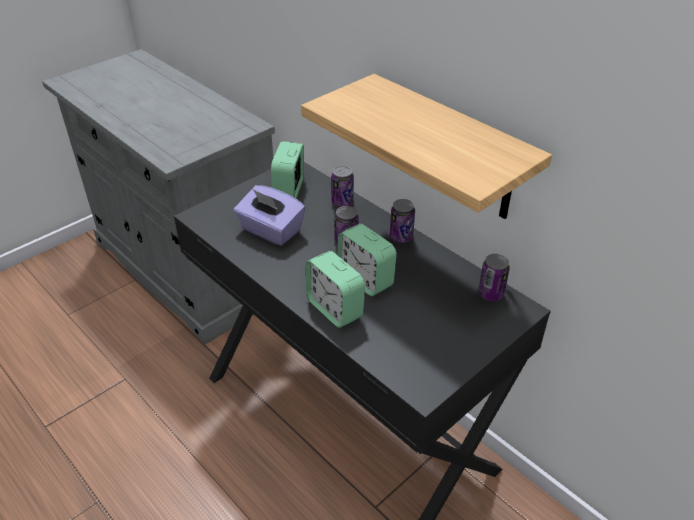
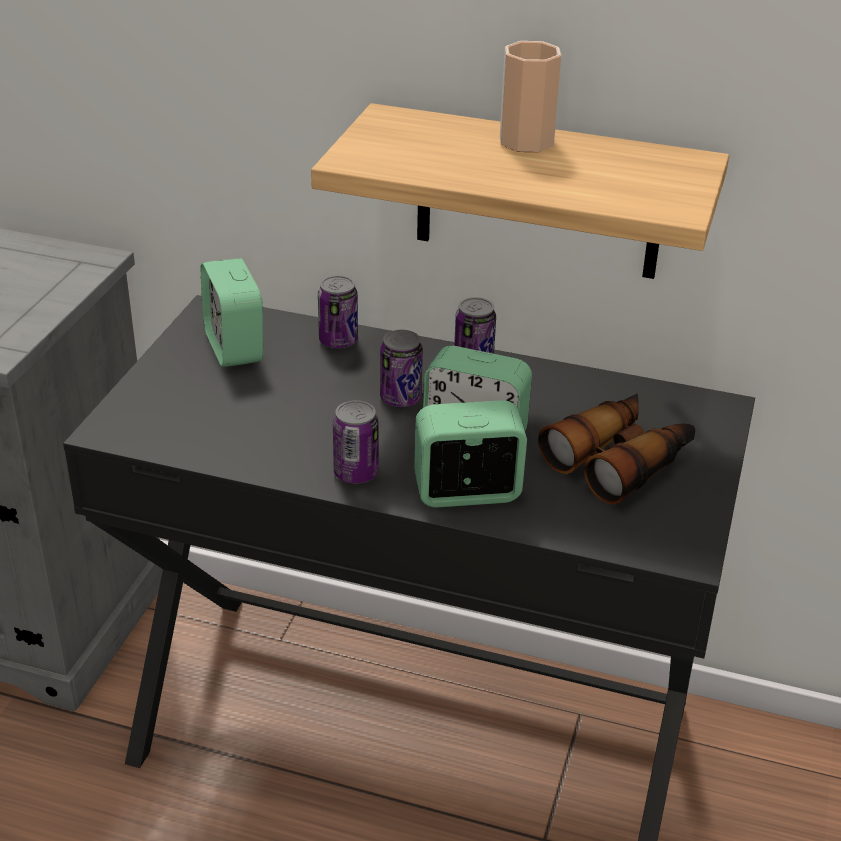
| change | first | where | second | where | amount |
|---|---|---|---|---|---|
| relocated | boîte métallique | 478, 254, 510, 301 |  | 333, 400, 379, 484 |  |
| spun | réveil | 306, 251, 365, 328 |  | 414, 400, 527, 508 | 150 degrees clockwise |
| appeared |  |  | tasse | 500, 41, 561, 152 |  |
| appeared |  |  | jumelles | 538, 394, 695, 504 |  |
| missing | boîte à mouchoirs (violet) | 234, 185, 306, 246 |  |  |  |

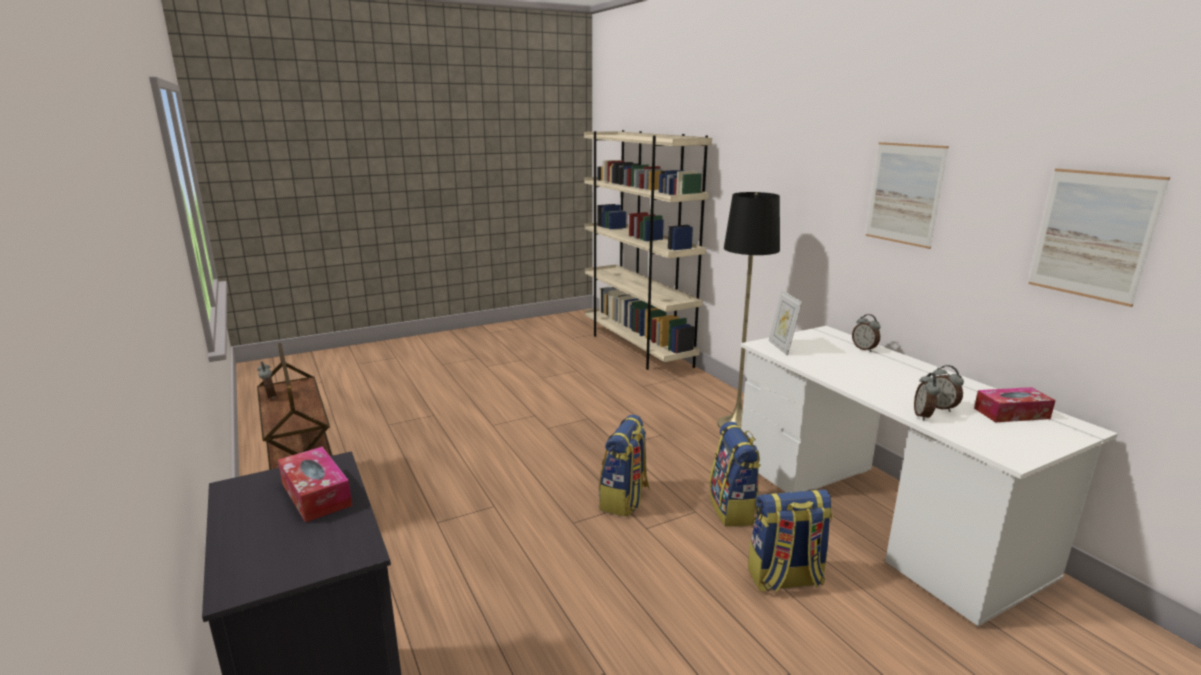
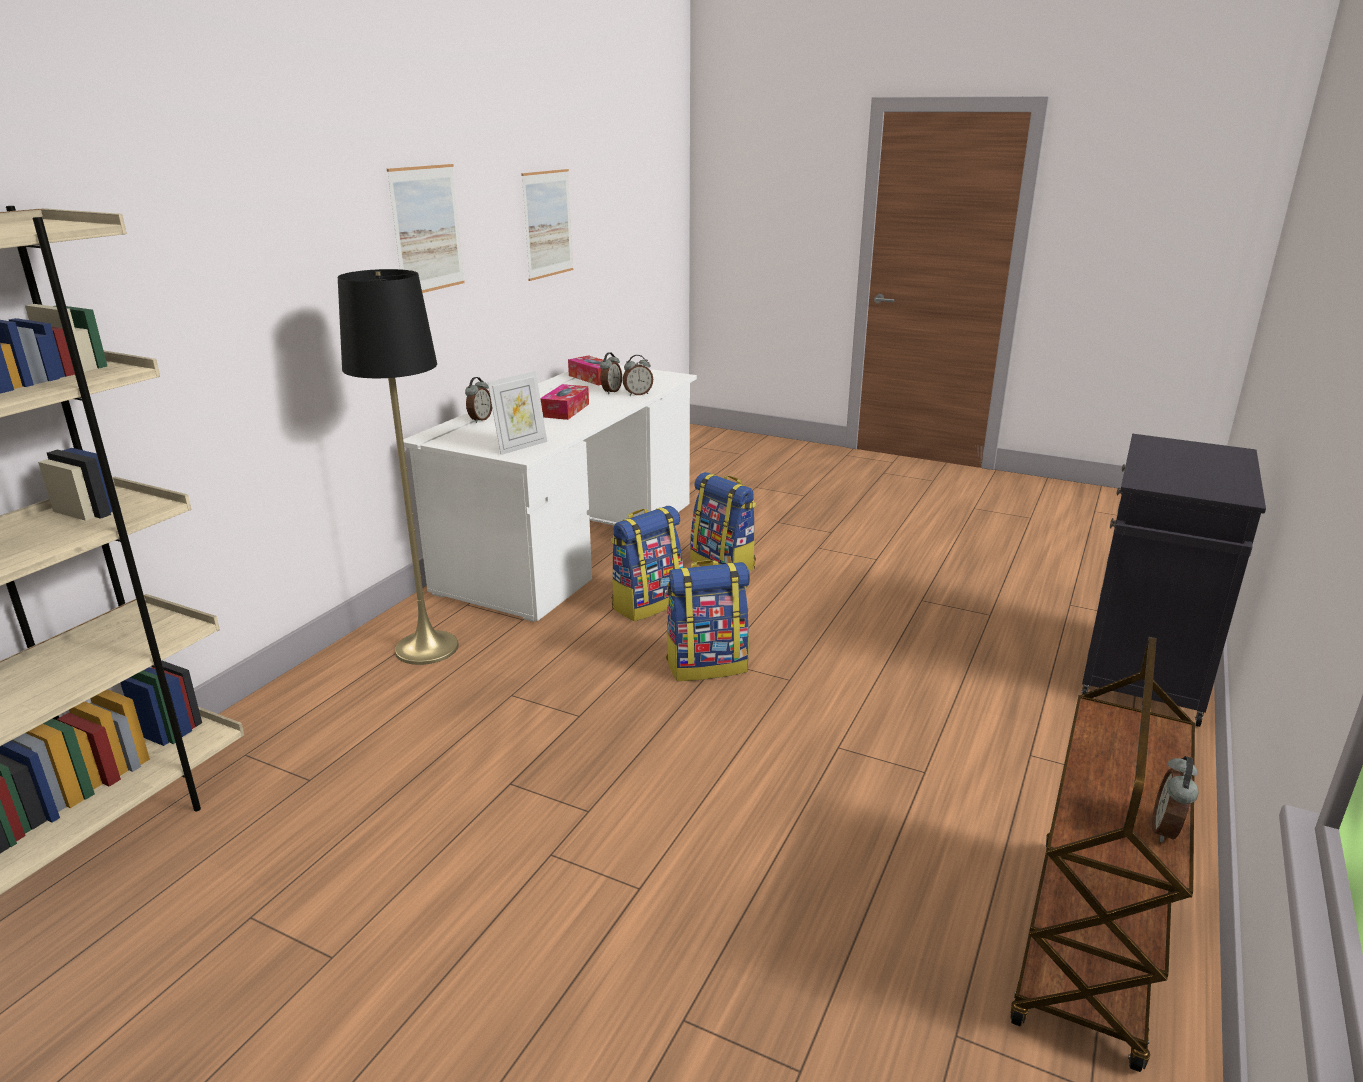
| change | first | where | second | where | amount |
|---|---|---|---|---|---|
| relocated | boîte à mouchoirs | 278, 447, 352, 523 |  | 540, 384, 589, 420 |  |

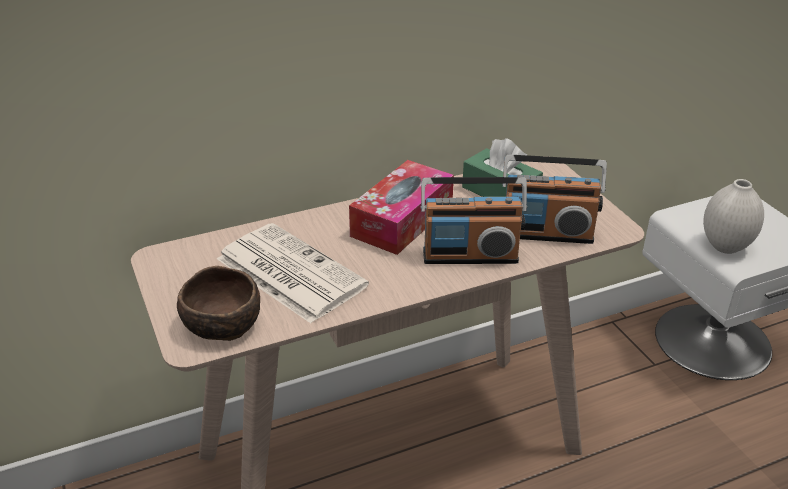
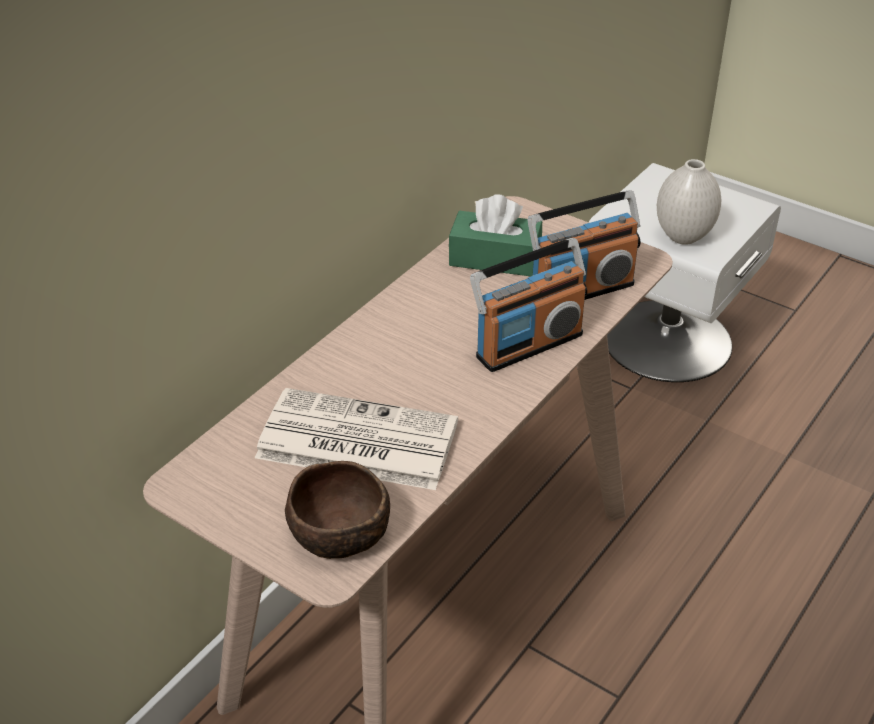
| change | first | where | second | where | amount |
|---|---|---|---|---|---|
| missing | boîte à mouchoirs | 349, 160, 454, 255 |  |  |  |

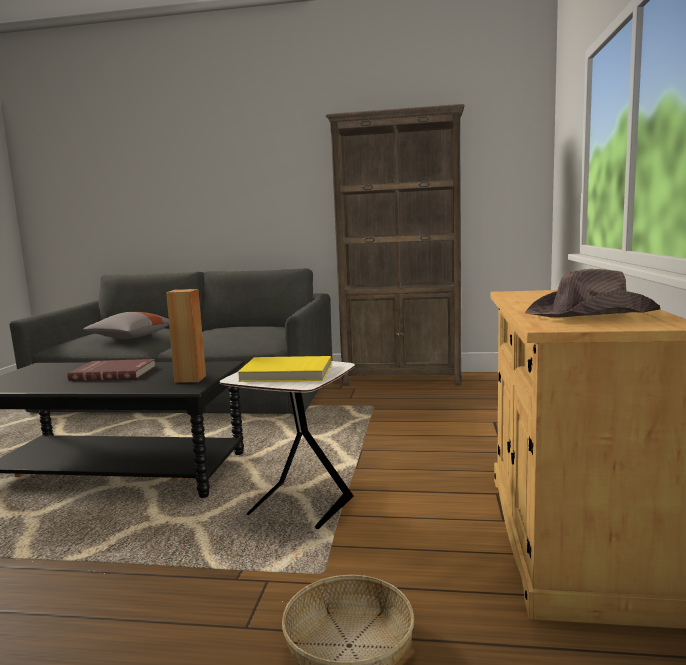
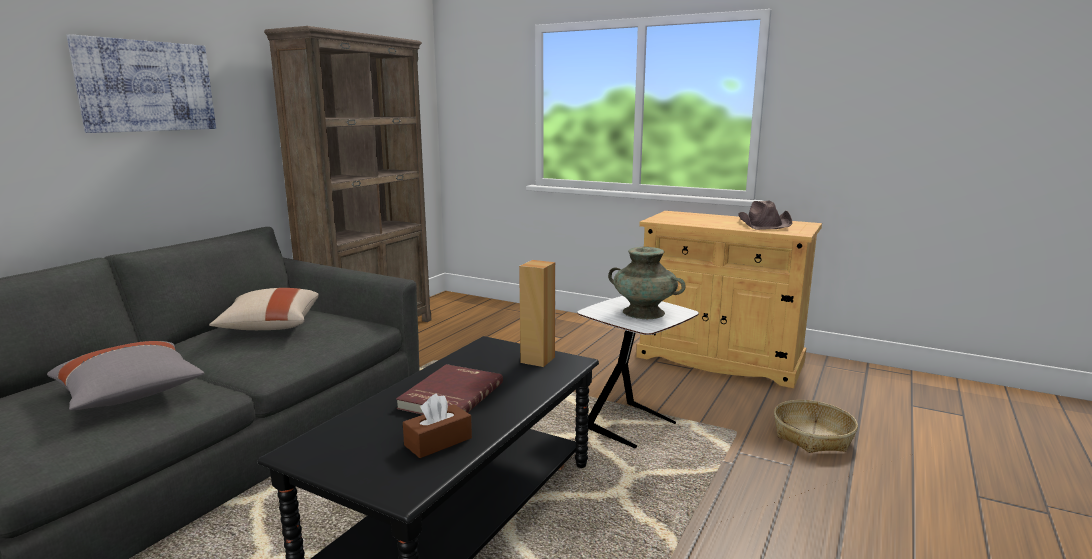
| change | first | where | second | where | amount |
|---|---|---|---|---|---|
| appeared |  |  | tableau | 67, 34, 216, 133 |  |
| appeared |  |  | coussin (beige) | 209, 288, 319, 330 |  |
| appeared |  |  | boîte à mouchoirs (marron) | 403, 393, 472, 458 |  |
| exchanged | livre (jaune) | 238, 356, 332, 382 | vase (turquoise) | 608, 247, 686, 319 |  |

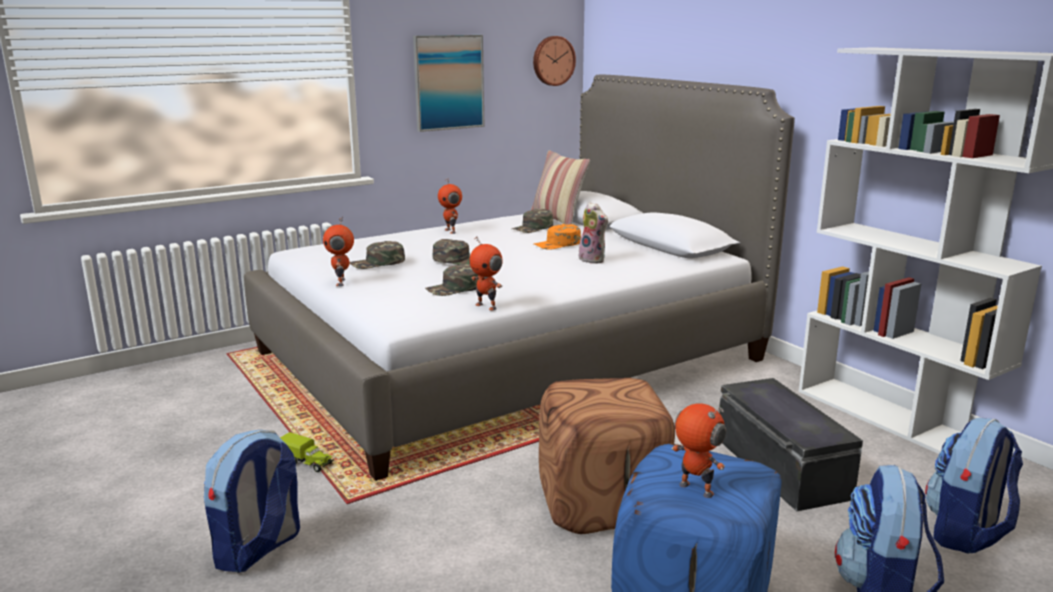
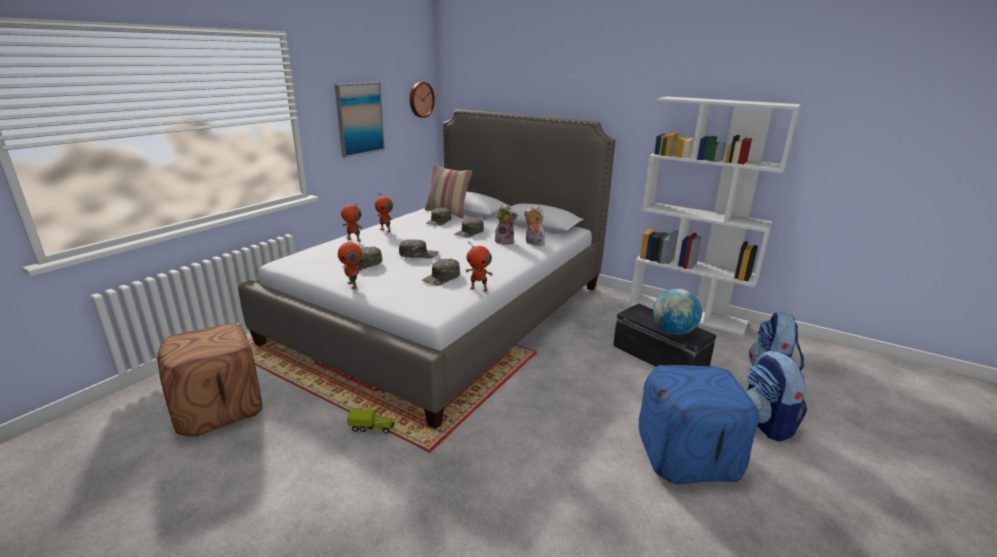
| change | first | where | second | where | amount |
|---|---|---|---|---|---|
| relocated | pouf (marron) | 539, 378, 675, 534 |  | 157, 324, 262, 436 |  |
| relocated | robot jouet | 671, 403, 726, 498 |  | 341, 203, 363, 242 |  |
| colour | casquette (orange) | 534, 224, 581, 250 | casquette (vert) | 455, 218, 484, 237 |  |
| appeared |  |  | peluche | 524, 205, 545, 246 |  |
| appeared |  |  | globe | 653, 288, 702, 335 |  |
| missing | sac à dos | 204, 430, 300, 573 |  |  |  |

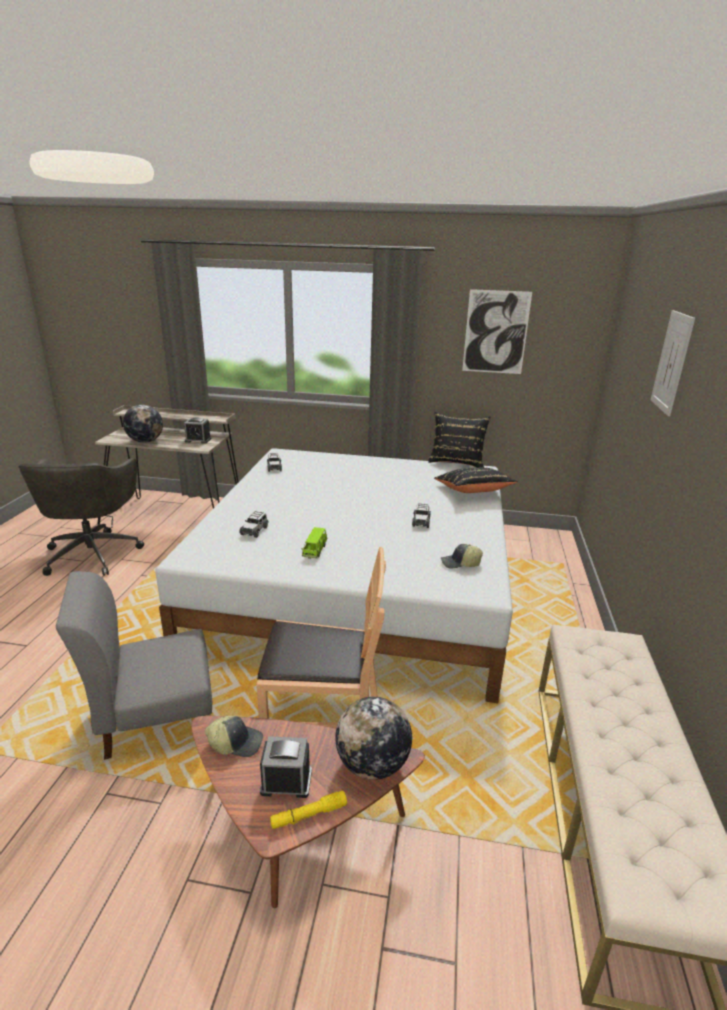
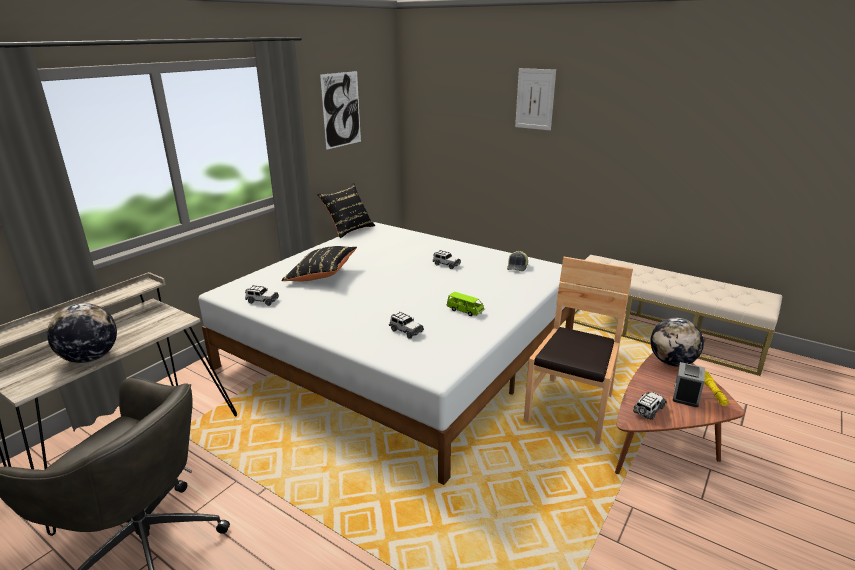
| change | first | where | second | where | amount |
|---|---|---|---|---|---|
| relocated | coussin (noir) | 434, 467, 518, 493 |  | 281, 246, 357, 281 |  |
| exchanged | casquette | 205, 716, 263, 757 | petite voiture | 633, 392, 667, 420 |  |
| missing | chaise (gris) | 56, 571, 212, 760 |  |  |  |
| missing | réveil | 184, 418, 211, 444 |  |  |  |

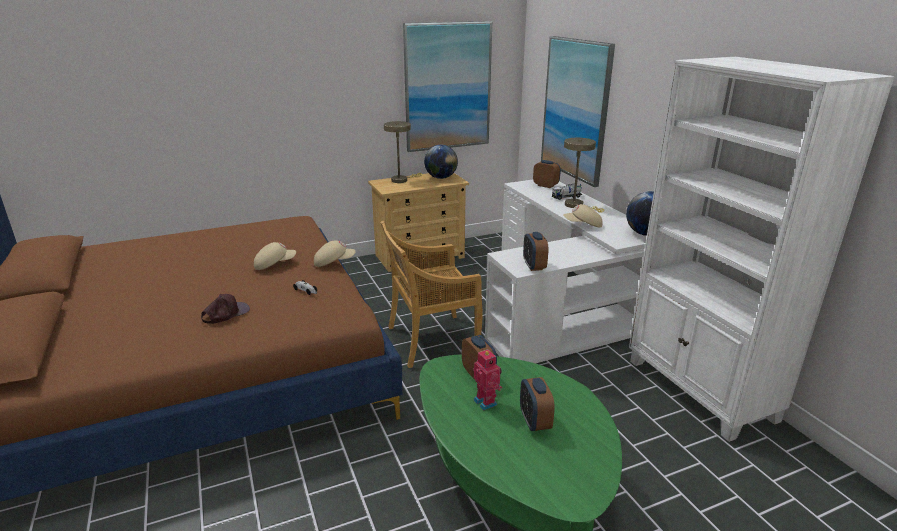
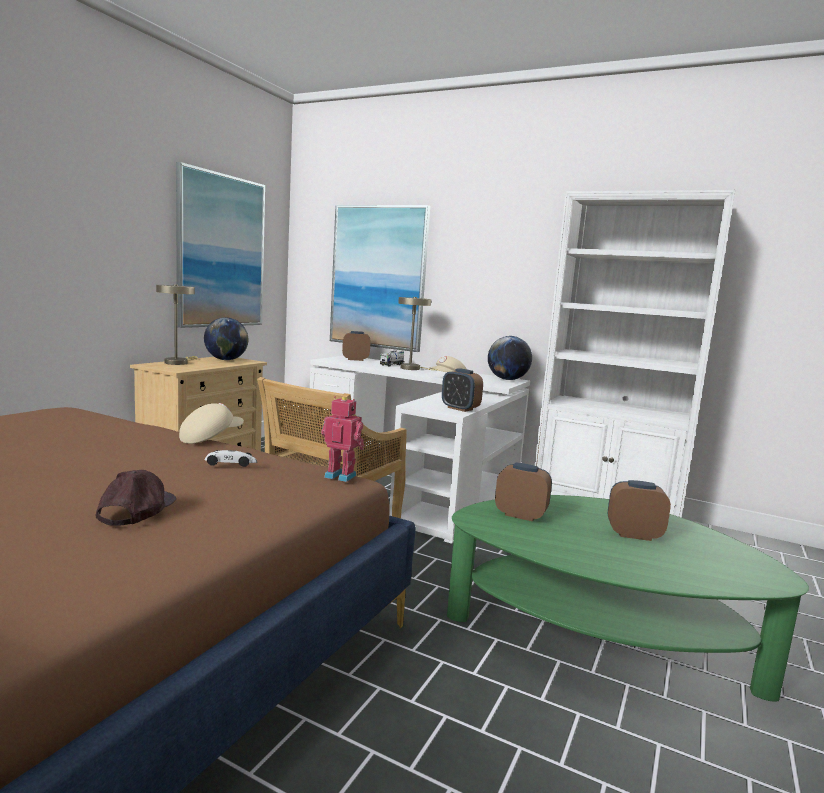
| change | first | where | second | where | amount |
|---|---|---|---|---|---|
| relocated | robot jouet | 473, 348, 502, 411 |  | 321, 396, 365, 482 |  |
| spun | réveil | 520, 377, 555, 431 |  | 608, 480, 671, 541 | 150 degrees clockwise |
| missing | casquette (beige) | 254, 242, 296, 270 |  |  |  |

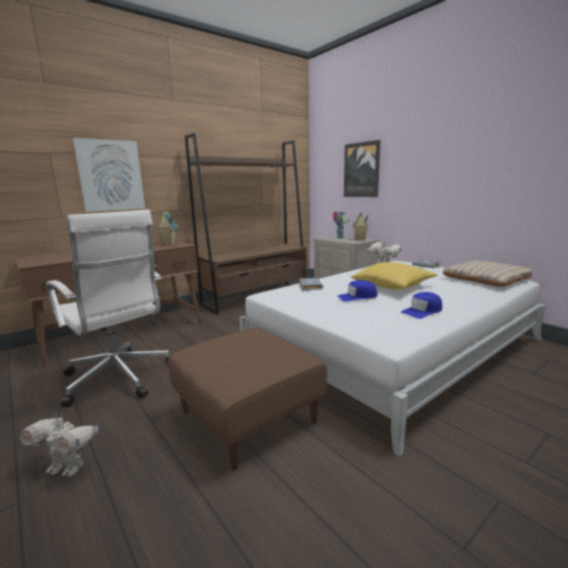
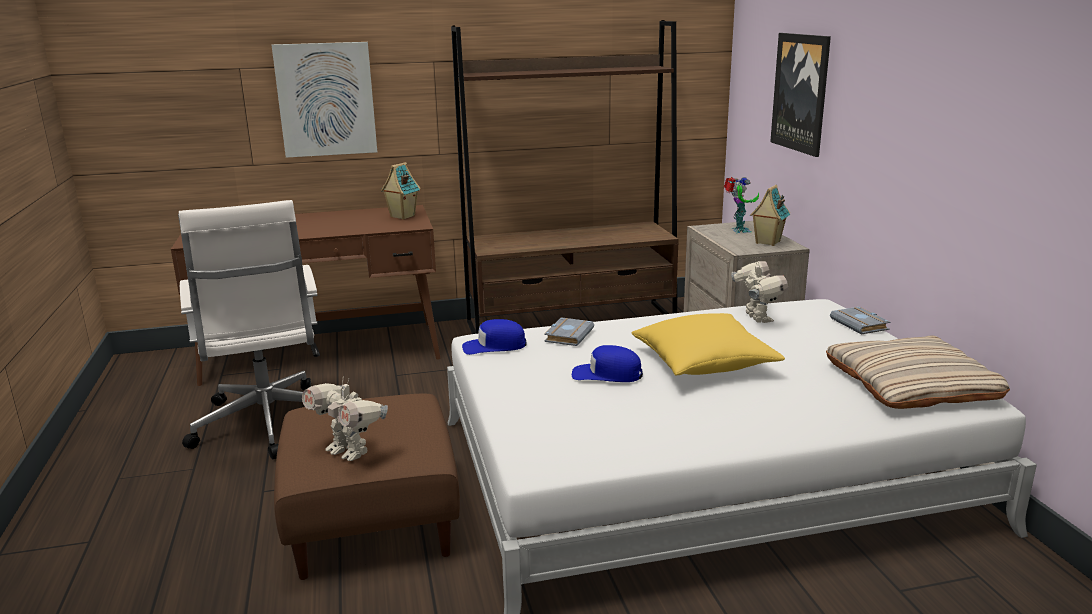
| change | first | where | second | where | amount |
|---|---|---|---|---|---|
| relocated | robot jouet | 20, 412, 98, 477 |  | 302, 379, 388, 461 |  |
| relocated | casquette (bleu) | 401, 292, 442, 319 |  | 462, 319, 527, 355 |  |

